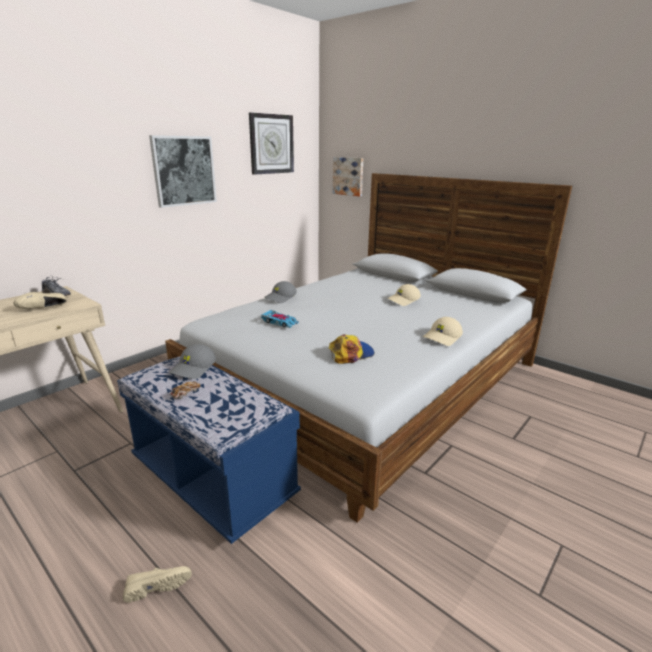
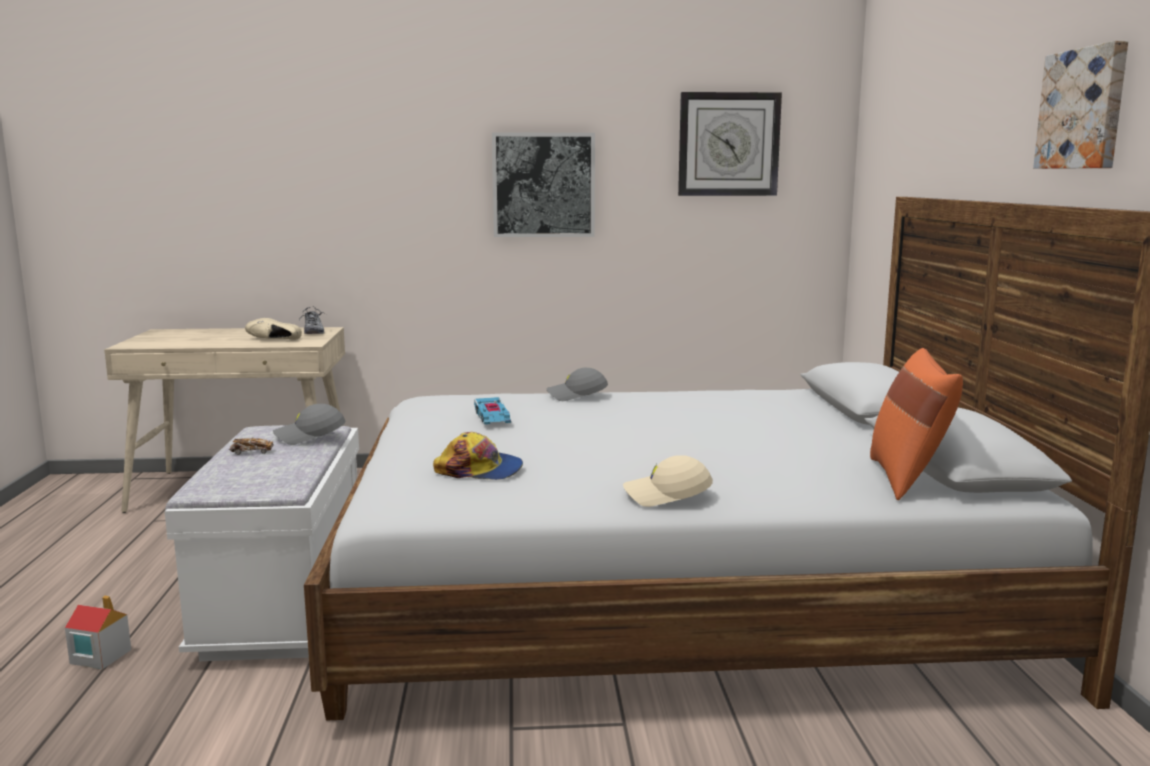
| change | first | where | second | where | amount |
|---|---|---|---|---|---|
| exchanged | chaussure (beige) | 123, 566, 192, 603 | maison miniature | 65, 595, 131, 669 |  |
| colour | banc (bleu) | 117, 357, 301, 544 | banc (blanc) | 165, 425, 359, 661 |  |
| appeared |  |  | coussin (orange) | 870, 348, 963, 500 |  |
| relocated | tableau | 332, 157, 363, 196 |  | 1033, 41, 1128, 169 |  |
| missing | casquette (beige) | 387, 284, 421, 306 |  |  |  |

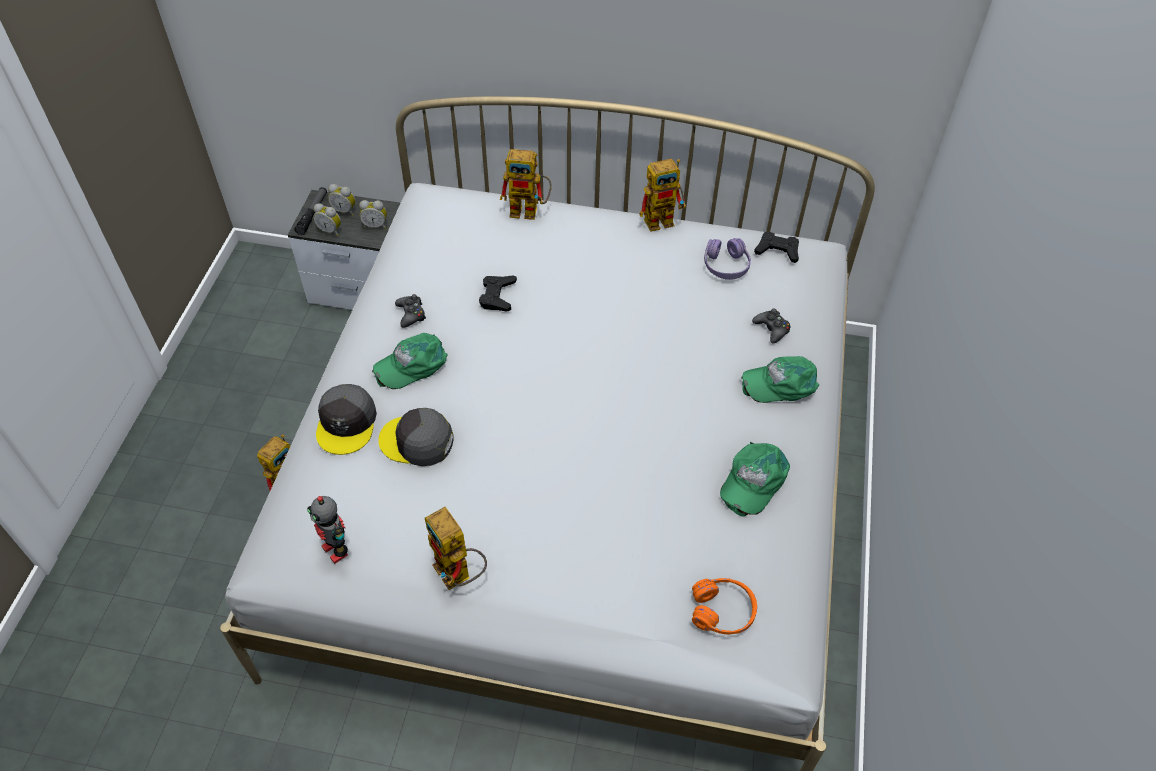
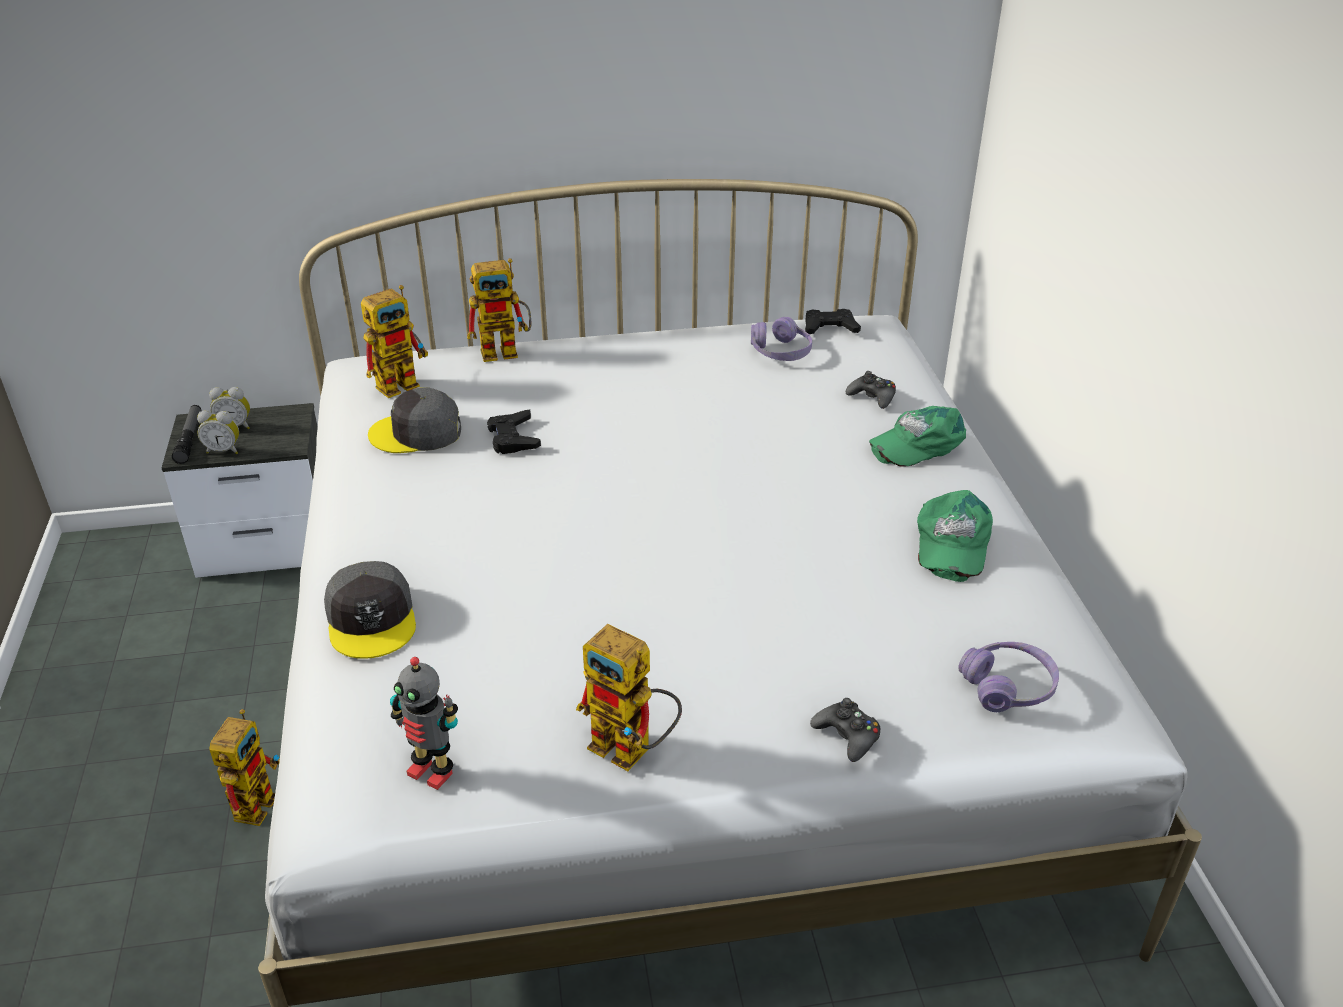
| change | first | where | second | where | amount |
|---|---|---|---|---|---|
| relocated | robot jouet | 639, 158, 686, 231 |  | 361, 285, 428, 398 |  |
| relocated | casquette (gris) | 378, 408, 454, 466 |  | 368, 387, 461, 453 |  |
| relocated | manette (noir) | 395, 294, 426, 328 |  | 810, 698, 880, 762 |  |
| colour | casque audio (orange) | 692, 578, 757, 635 | casque audio (violet) | 958, 642, 1059, 712 |  |
| missing | réveil | 359, 200, 387, 229 |  |  |  |
| missing | casquette (vert) | 372, 333, 448, 389 |  |  |  |

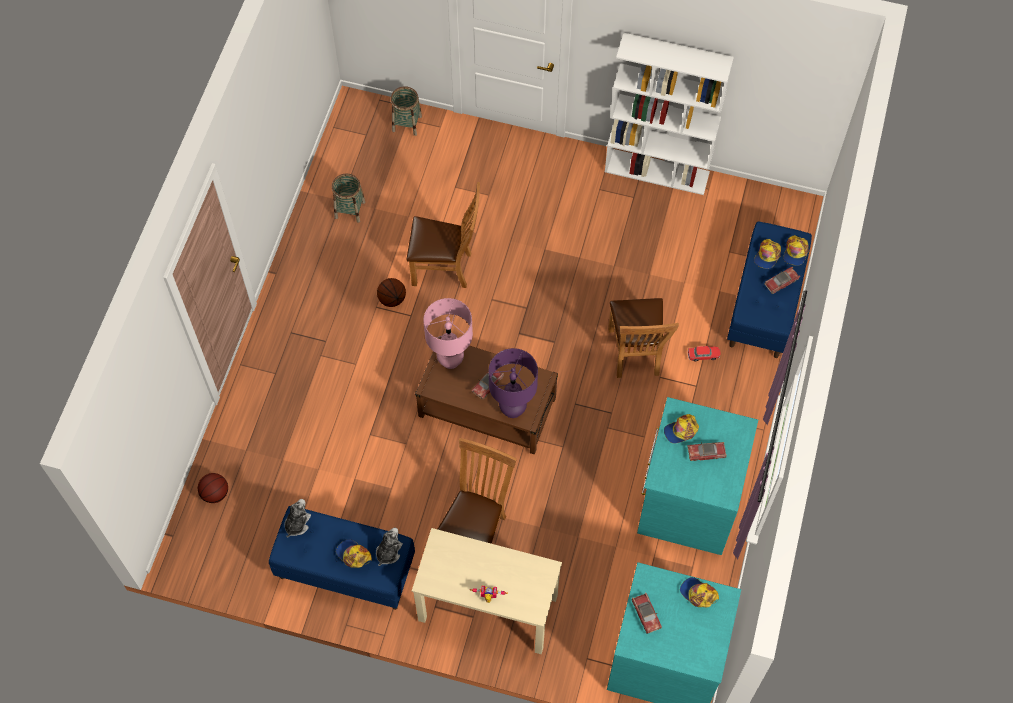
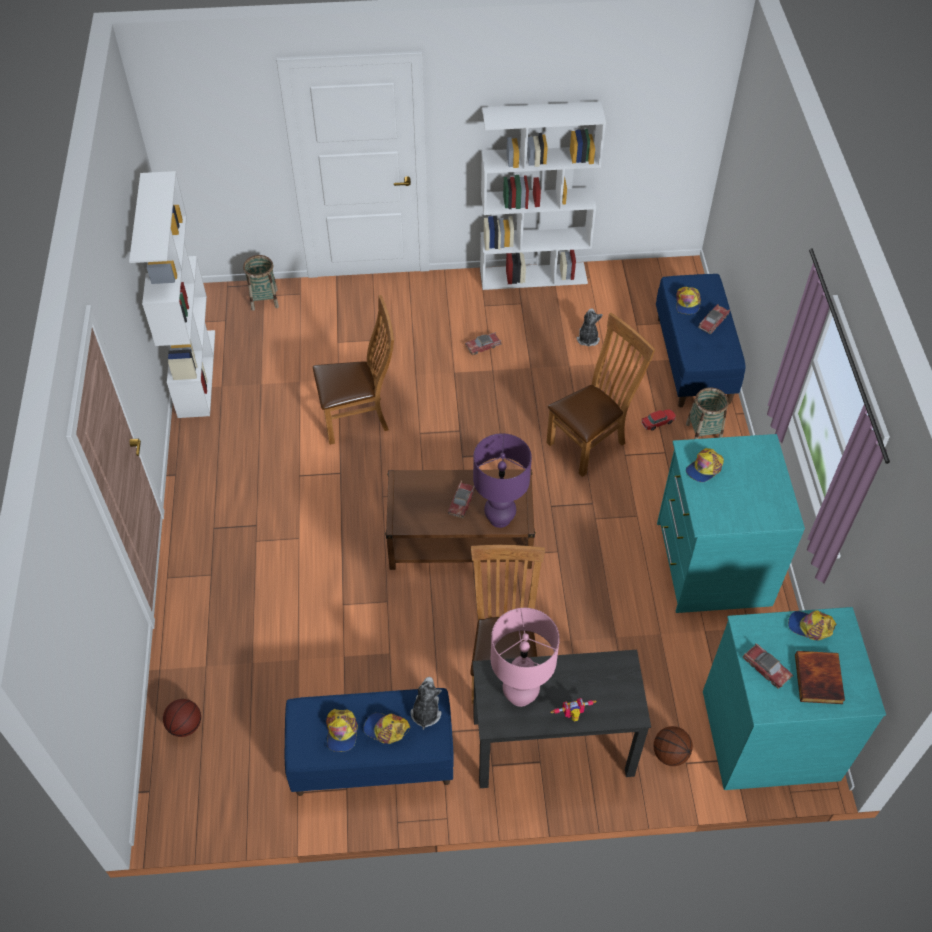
| change | first | where | second | where | amount |
|---|---|---|---|---|---|
| appeared |  |  | bibliothèque (blanc) | 129, 171, 215, 418 |  |
| relocated | casquette | 783, 235, 809, 266 |  | 326, 709, 358, 752 |  |
| relocated | petite voiture | 687, 442, 727, 461 |  | 465, 332, 502, 355 |  |
| colour | bureau (beige) | 412, 528, 562, 654 | bureau (noir) | 473, 650, 651, 788 |  |
| relocated | lampe de table (rose) | 423, 298, 473, 369 |  | 491, 608, 560, 707 |  |
| spun | chaise (marron) | 608, 298, 679, 378 |  | 546, 313, 656, 477 | 105 degrees counterclockwise |
| relocated | peluche | 285, 499, 311, 538 |  | 577, 308, 603, 346 |  |
| relocated | ballon de basket | 377, 278, 406, 307 |  | 654, 726, 693, 766 |  |
| relocated | panier | 332, 174, 365, 223 |  | 686, 387, 729, 439 |  |
| appeared |  |  | livre | 795, 651, 845, 704 |  |

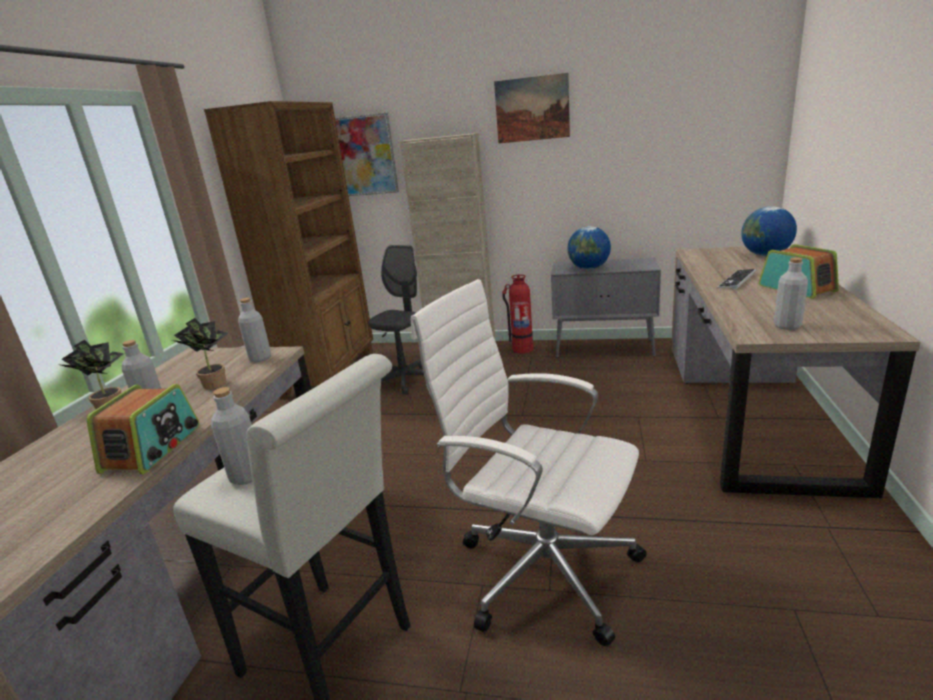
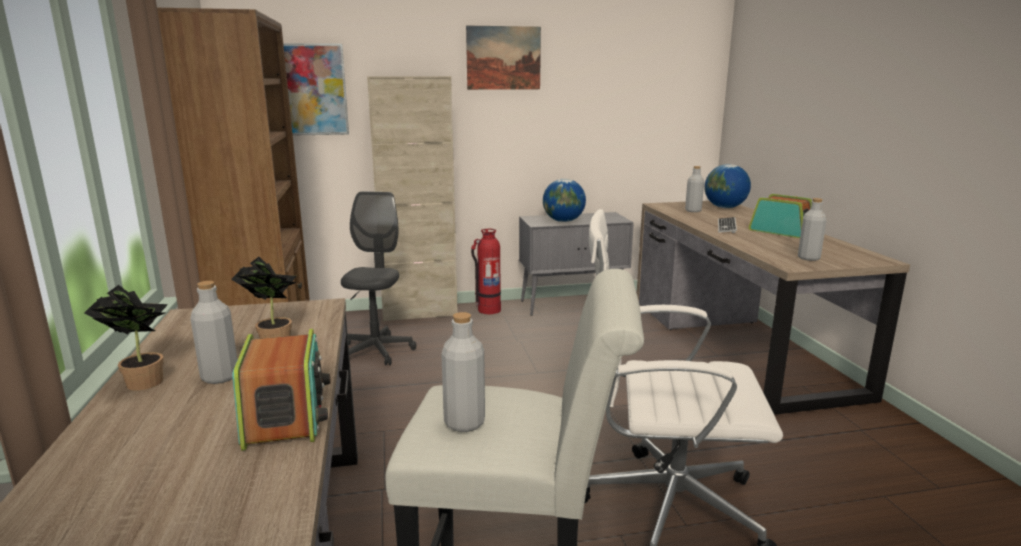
| change | first | where | second | where | amount |
|---|---|---|---|---|---|
| relocated | bouteille (gris) | 238, 298, 271, 362 |  | 685, 166, 704, 212 |  |

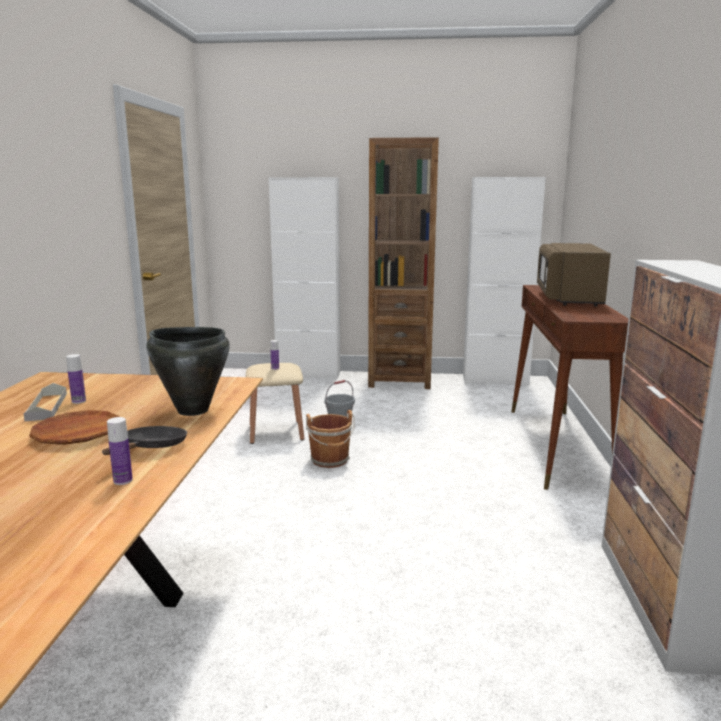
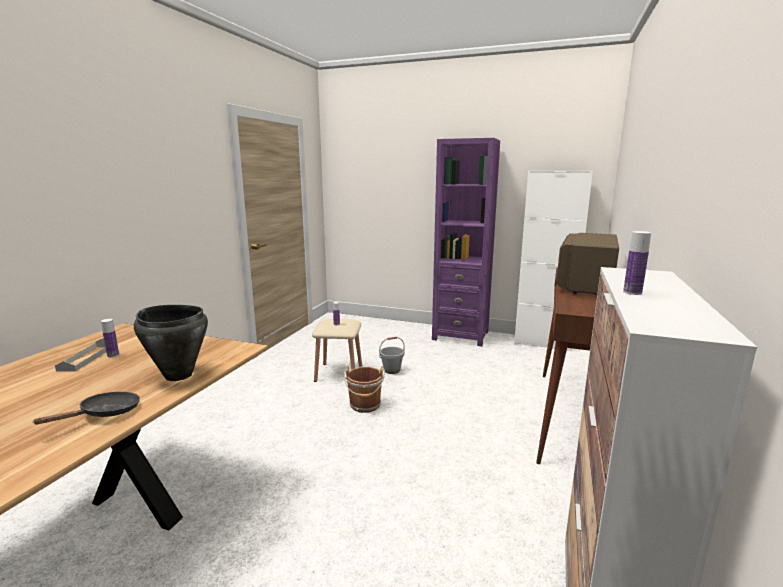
| change | first | where | second | where | amount |
|---|---|---|---|---|---|
| colour | bibliothèque (marron) | 368, 137, 439, 389 | bibliothèque (violet) | 432, 138, 500, 346 |  |
| relocated | bouteille | 107, 417, 133, 485 |  | 623, 231, 651, 295 |  |
| missing | assiette (marron) | 29, 410, 119, 445 |  |  |  |
| missing | meuble de rangement (blanc) | 269, 177, 340, 380 |  |  |  |

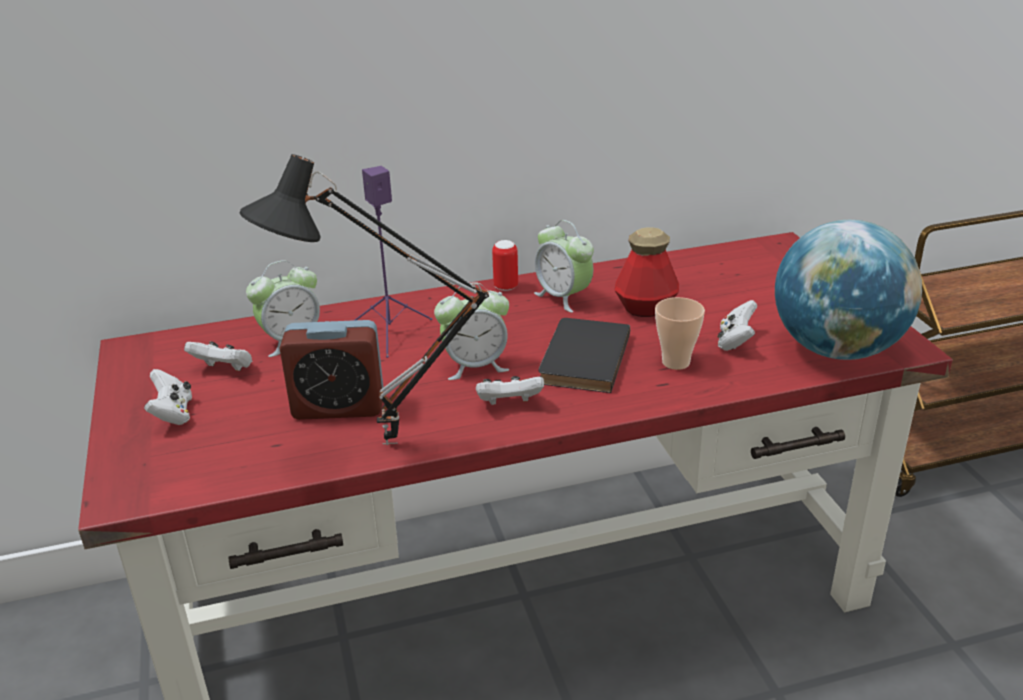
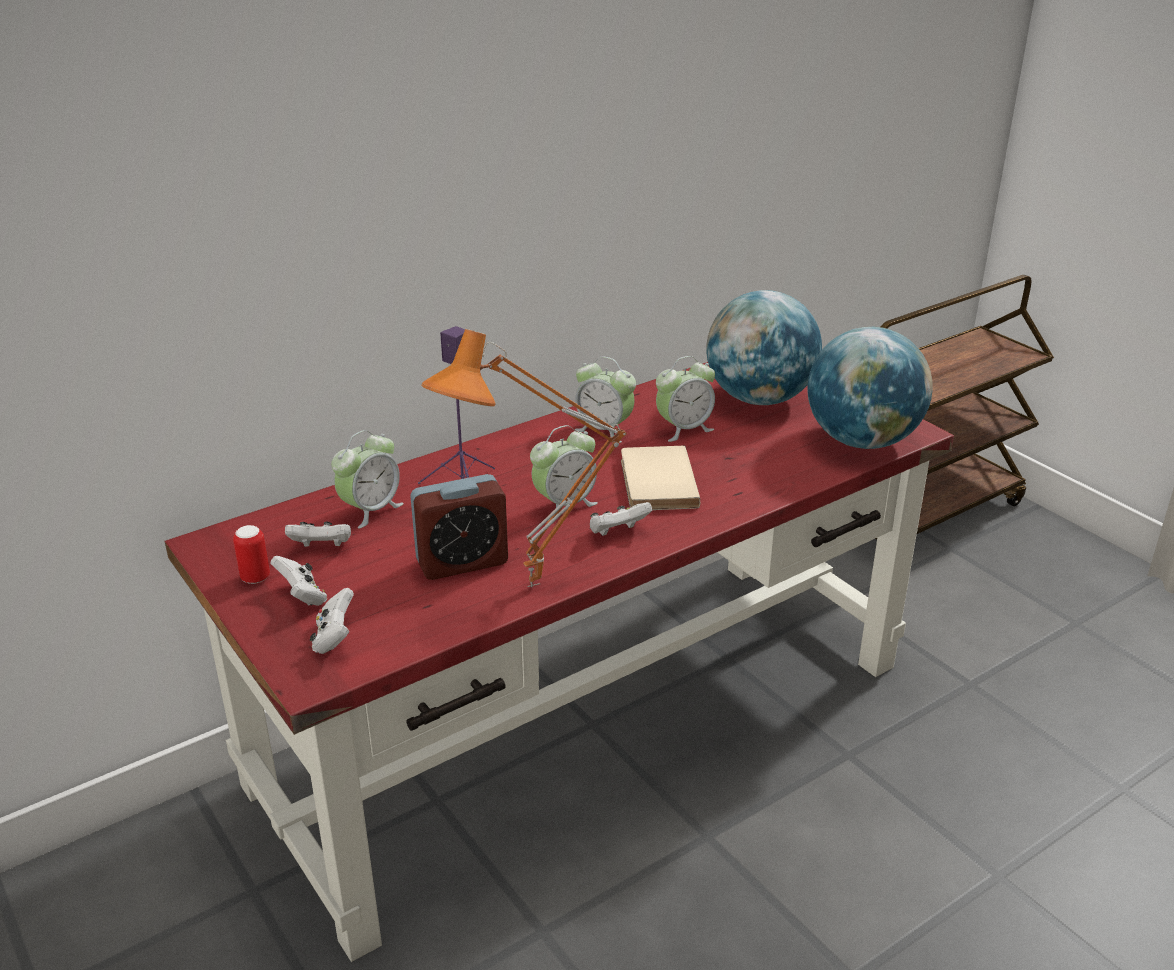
| change | first | where | second | where | amount |
|---|---|---|---|---|---|
| relocated | boîte métallique | 492, 240, 518, 291 |  | 233, 525, 270, 584 |  |
| relocated | manette (blanc) | 718, 300, 757, 351 |  | 310, 588, 354, 654 |  |
| colour | lampe de table (noir) | 240, 154, 489, 445 | lampe de table (orange) | 421, 329, 627, 587 |  |
| colour | livre (noir) | 538, 318, 630, 393 | livre (beige) | 621, 446, 700, 510 |  |
| exchanged | bouteille | 614, 227, 679, 317 | réveil | 656, 356, 715, 442 |  |
| appeared |  |  | globe | 706, 290, 822, 405 |  |
| missing | tasse | 655, 297, 705, 370 |  |  |  |

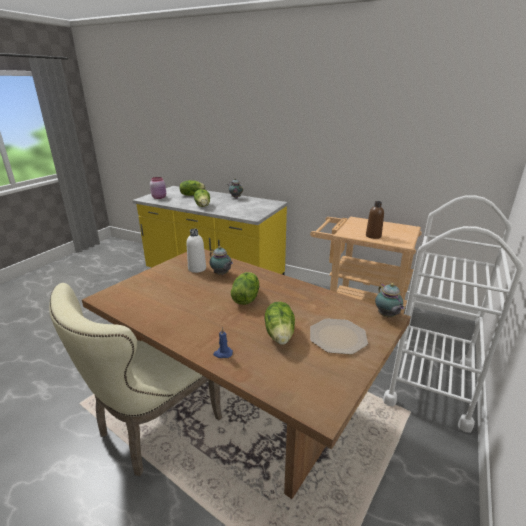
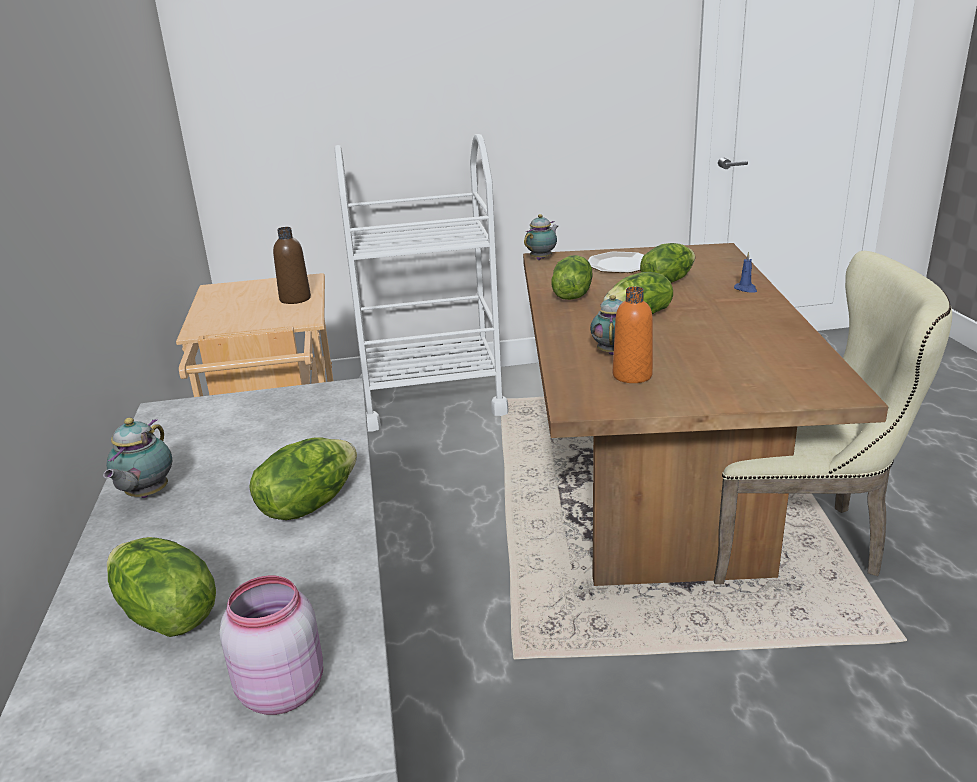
| change | first | where | second | where | amount |
|---|---|---|---|---|---|
| appeared |  |  | laitue | 551, 255, 593, 300 |  |
| colour | bouteille (blanc) | 187, 229, 206, 273 | bouteille (orange) | 613, 286, 653, 383 |  |

